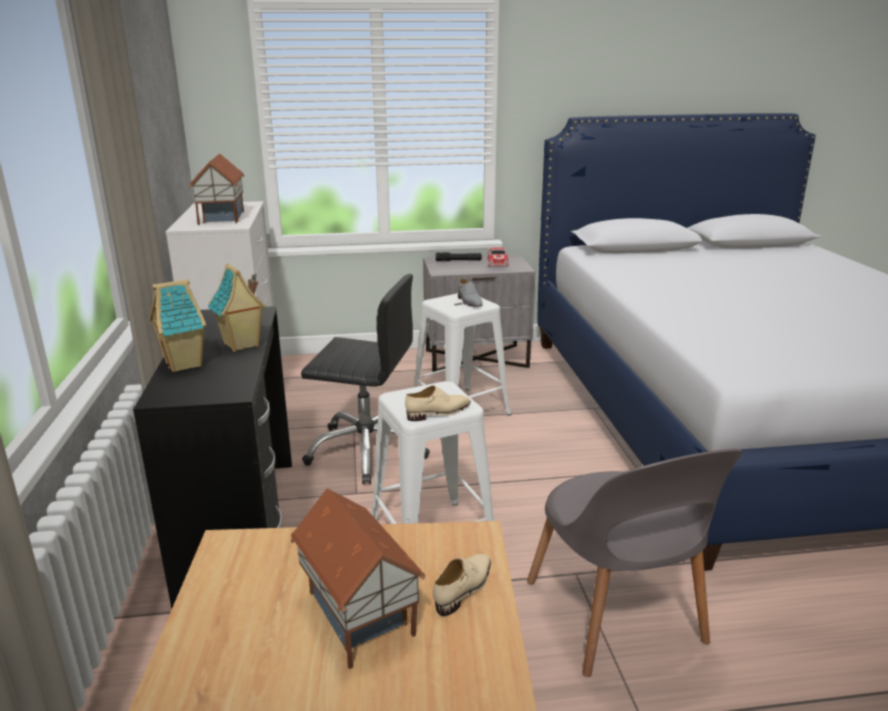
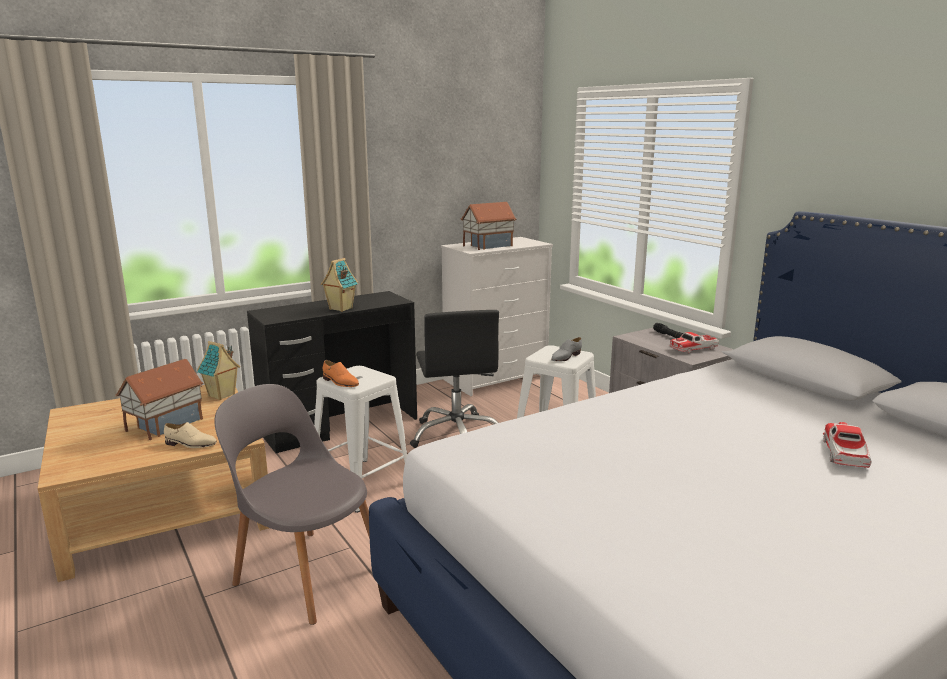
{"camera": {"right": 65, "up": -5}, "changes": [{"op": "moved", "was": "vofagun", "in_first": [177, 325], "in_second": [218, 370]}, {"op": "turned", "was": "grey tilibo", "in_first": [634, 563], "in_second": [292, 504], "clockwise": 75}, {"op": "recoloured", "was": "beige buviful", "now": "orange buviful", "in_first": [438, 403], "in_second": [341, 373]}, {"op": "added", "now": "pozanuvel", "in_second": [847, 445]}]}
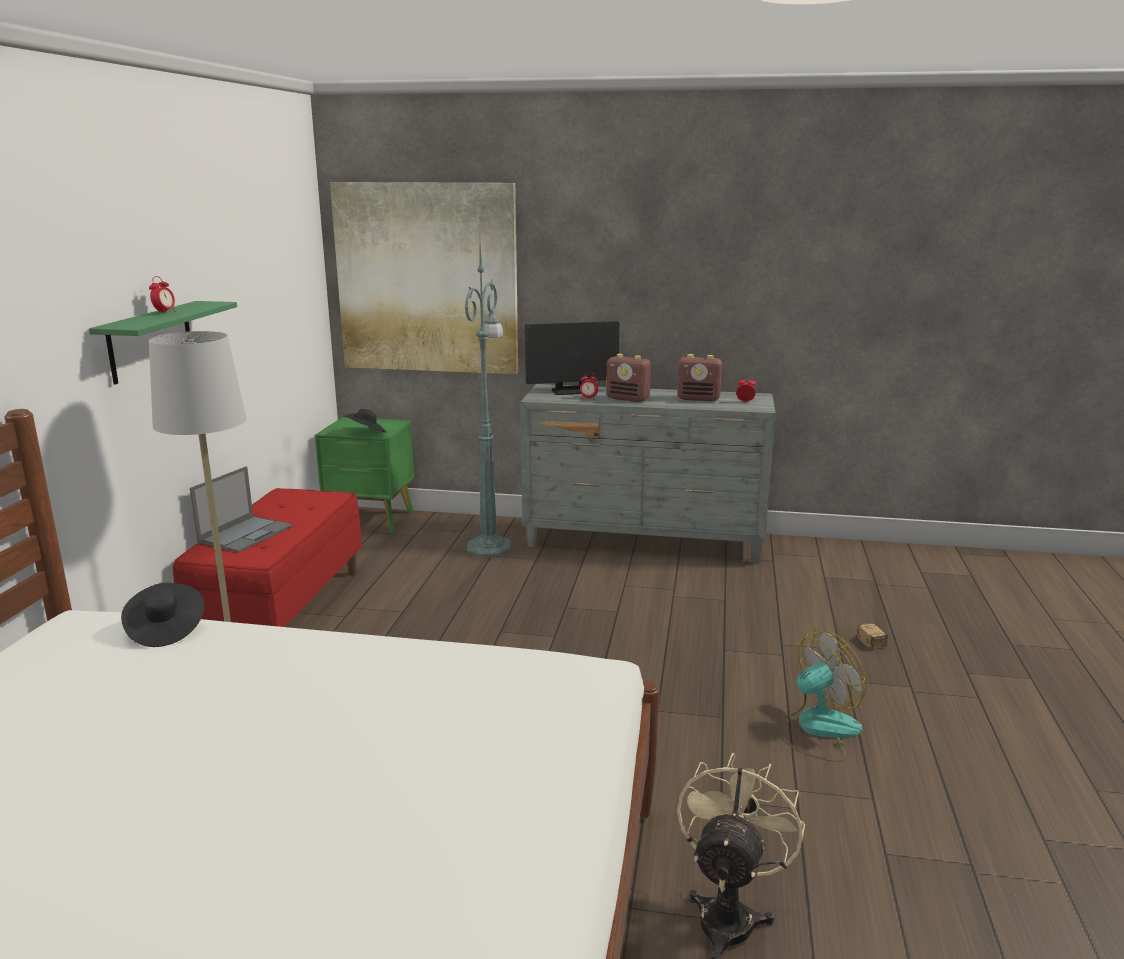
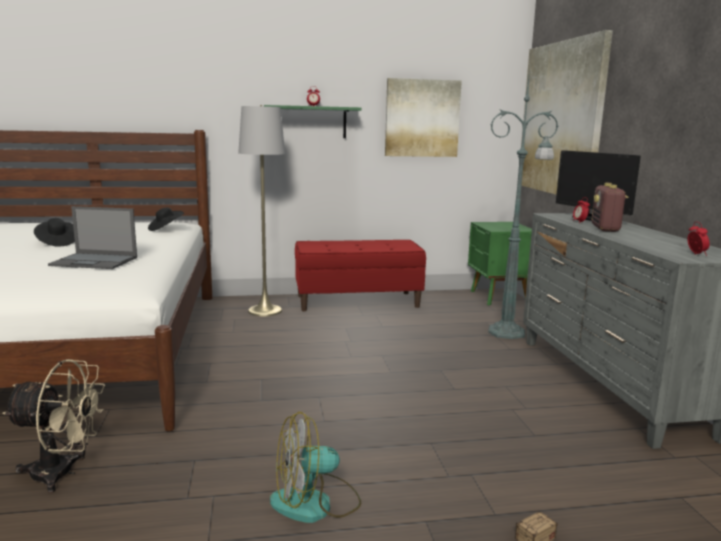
{"camera": {"right": 70, "up": -5}, "changes": [{"op": "moved", "was": "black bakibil", "in_first": [365, 421], "in_second": [54, 232]}, {"op": "moved", "was": "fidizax", "in_first": [241, 509], "in_second": [92, 237]}, {"op": "turned", "was": "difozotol", "in_first": [821, 695], "in_second": [315, 467], "clockwise": 120}, {"op": "added", "now": "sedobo", "in_second": [423, 117]}, {"op": "removed", "was": "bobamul", "in_first": [699, 377]}]}
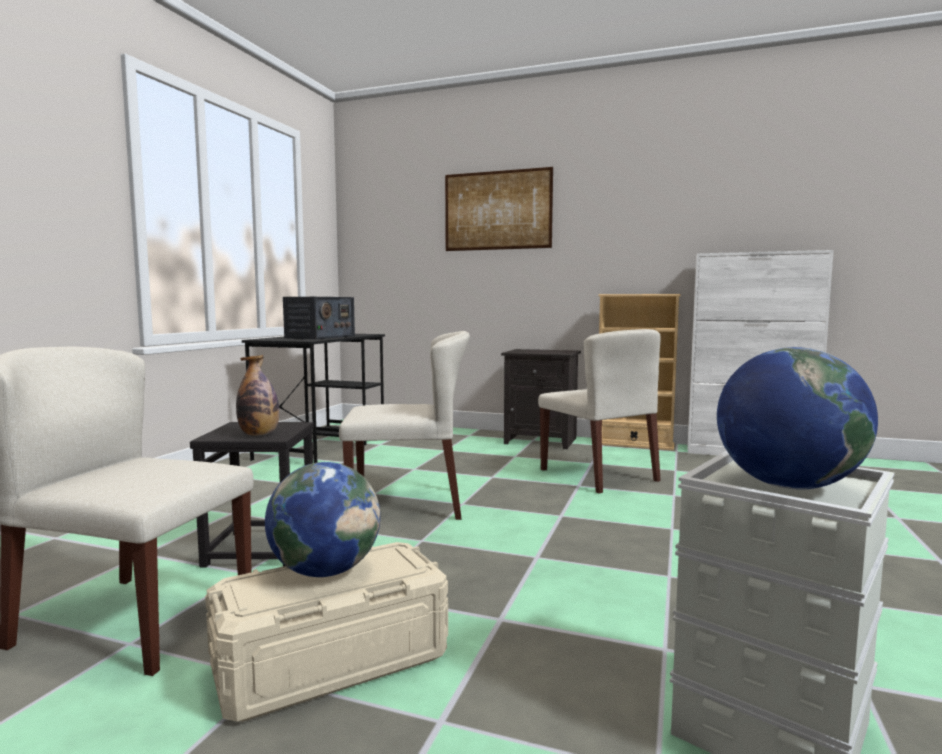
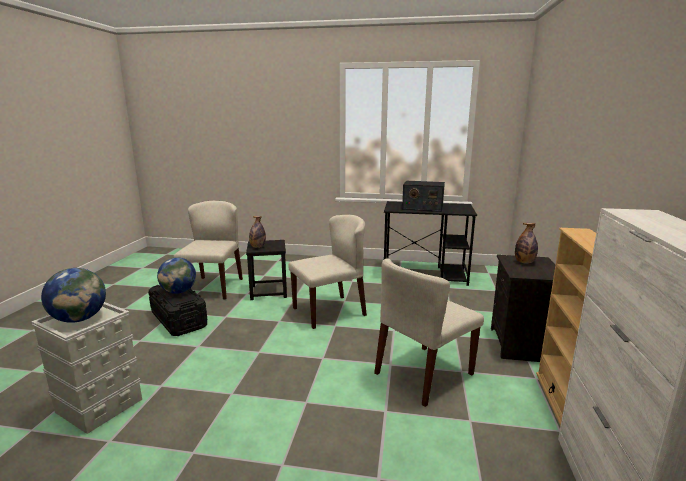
{"camera": {"right": 80, "up": 10}, "changes": [{"op": "recoloured", "was": "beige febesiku", "now": "black febesiku", "in_first": [326, 632], "in_second": [177, 310]}, {"op": "turned", "was": "beige tilibo", "in_first": [404, 425], "in_second": [327, 272], "clockwise": -105}, {"op": "added", "now": "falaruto", "in_second": [526, 243]}, {"op": "removed", "was": "sedobo", "in_first": [499, 209]}]}
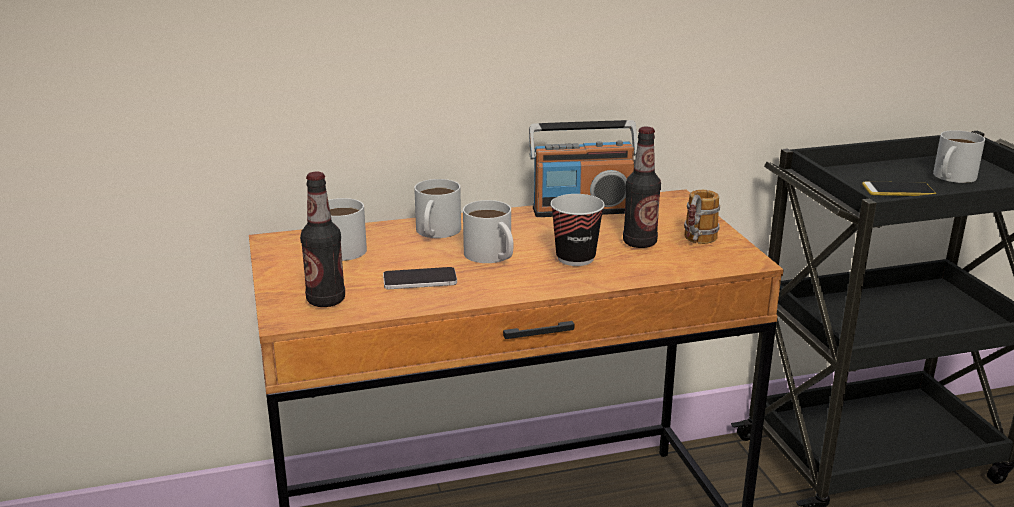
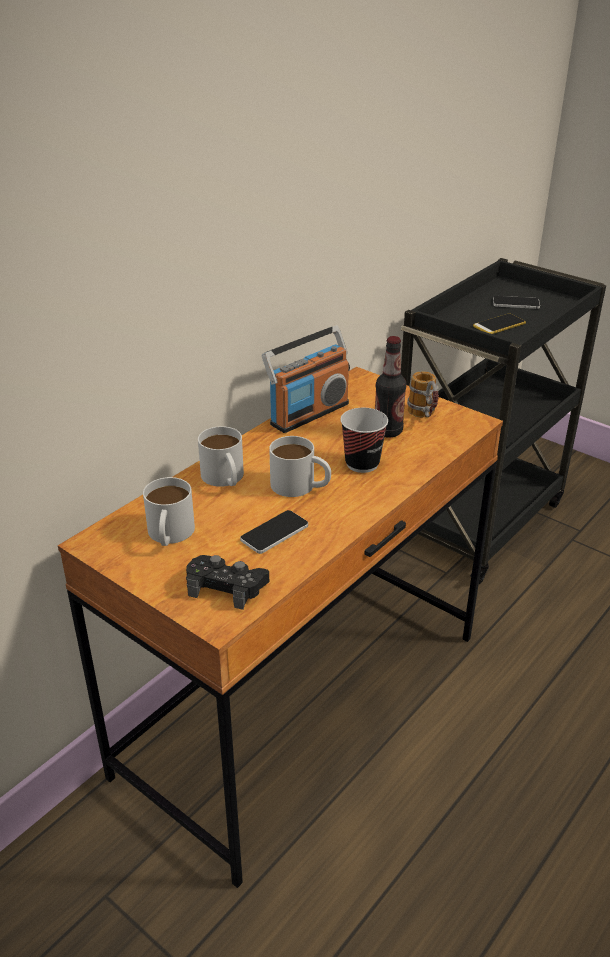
{"camera": {"right": -35, "up": 10}, "changes": [{"op": "replaced", "was": "falaruto", "now": "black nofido", "in_first": [322, 239], "in_second": [227, 582]}, {"op": "replaced", "was": "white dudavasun", "now": "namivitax", "in_first": [959, 156], "in_second": [516, 302]}]}
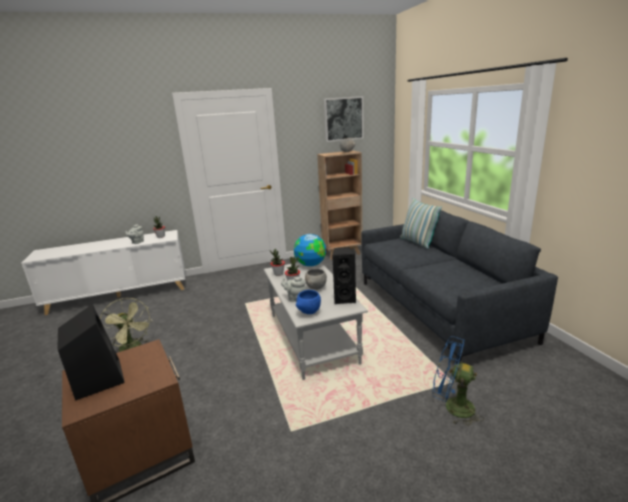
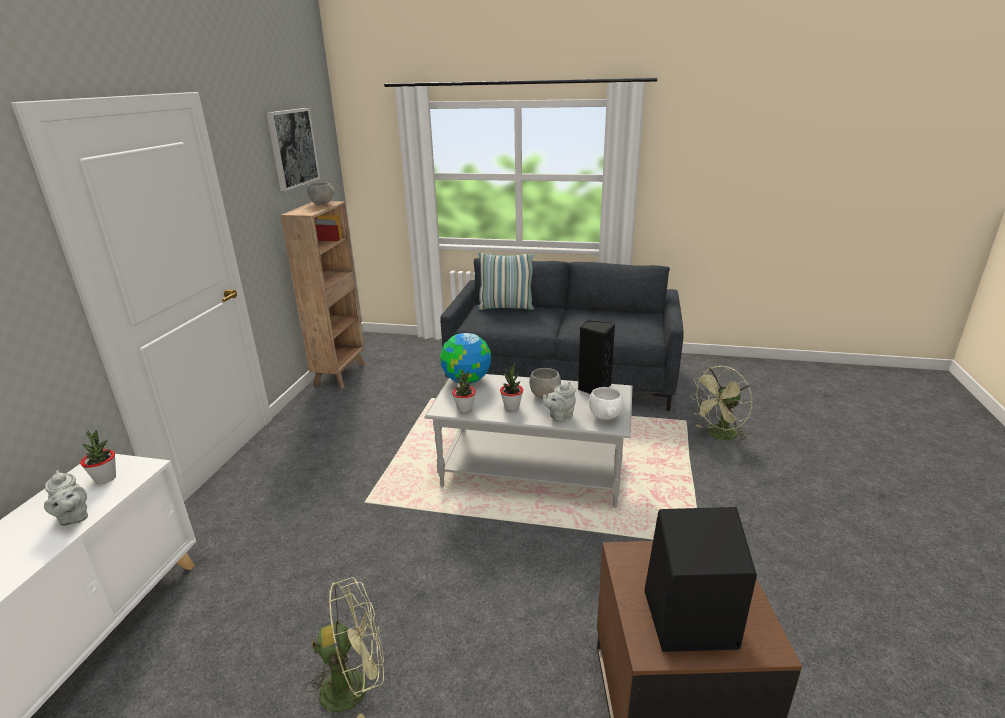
{"camera": {"right": -60, "up": 5}, "changes": [{"op": "recoloured", "was": "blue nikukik", "now": "white nikukik", "in_first": [308, 302], "in_second": [606, 403]}, {"op": "recoloured", "was": "blue difozotol", "now": "green difozotol", "in_first": [458, 381], "in_second": [721, 405]}]}
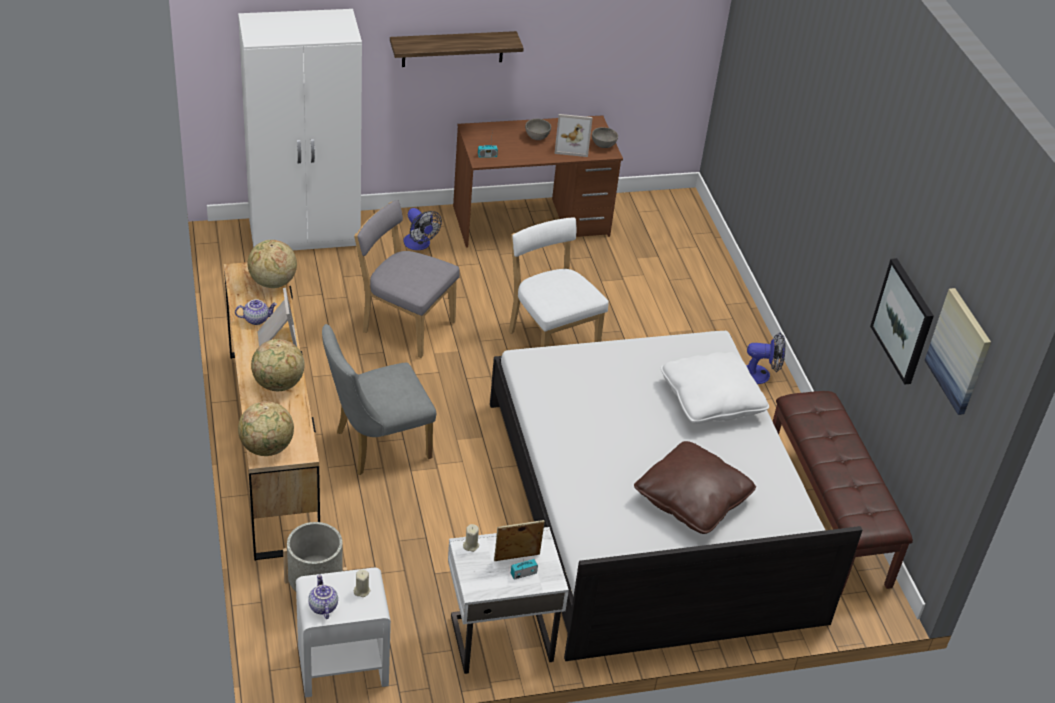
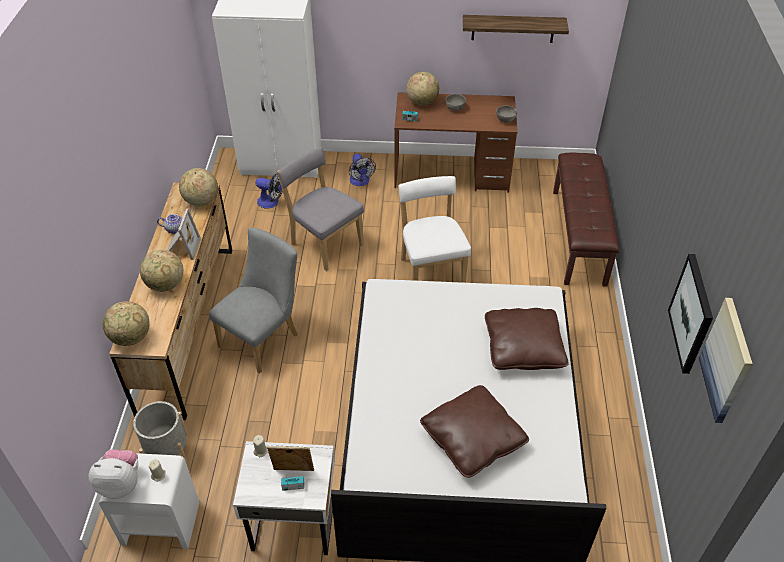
{"camera": {"right": 20, "up": 5}, "changes": [{"op": "replaced", "was": "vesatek", "now": "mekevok", "in_first": [323, 596], "in_second": [114, 474]}, {"op": "turned", "was": "grey tilibo", "in_first": [379, 399], "in_second": [253, 301], "clockwise": 135}, {"op": "moved", "was": "difozotol", "in_first": [766, 358], "in_second": [269, 191]}, {"op": "added", "now": "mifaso", "in_second": [422, 89]}, {"op": "moved", "was": "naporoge", "in_first": [457, 49], "in_second": [516, 29]}, {"op": "recoloured", "was": "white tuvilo", "now": "brown tuvilo", "in_first": [715, 388], "in_second": [527, 339]}, {"op": "moved", "was": "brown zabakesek", "in_first": [843, 493], "in_second": [586, 220]}, {"op": "removed", "was": "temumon", "in_first": [574, 135]}]}
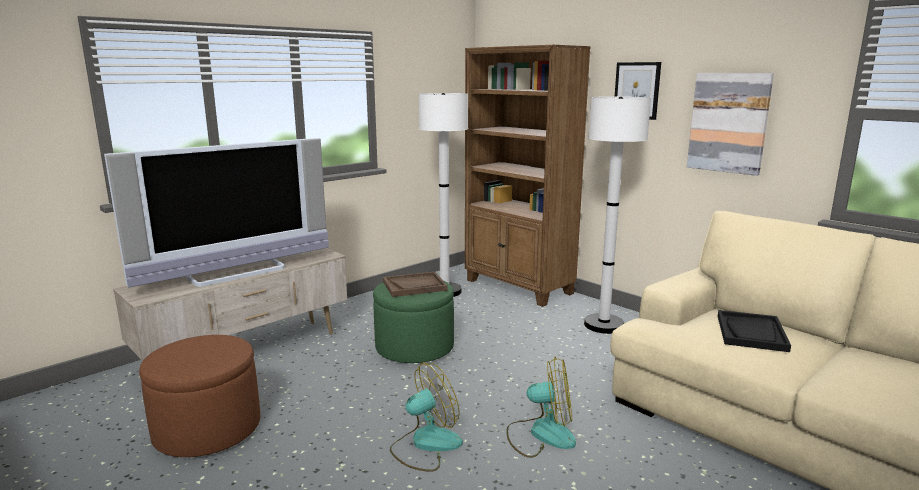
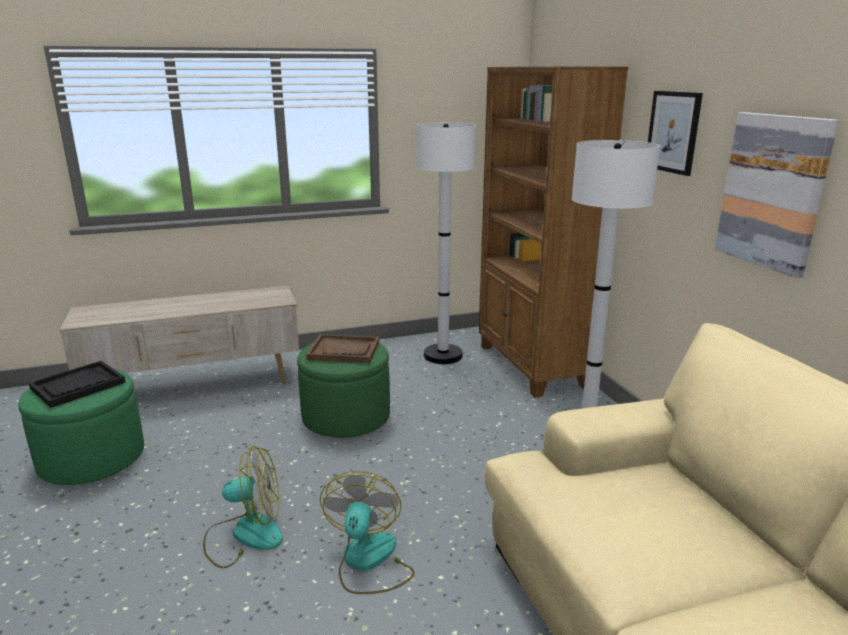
{"camera": {"right": 25, "up": 5}, "changes": [{"op": "recoloured", "was": "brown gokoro", "now": "green gokoro", "in_first": [199, 396], "in_second": [81, 427]}, {"op": "moved", "was": "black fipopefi", "in_first": [754, 331], "in_second": [77, 384]}, {"op": "turned", "was": "difozotol", "in_first": [541, 407], "in_second": [367, 532], "clockwise": -120}, {"op": "removed", "was": "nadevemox", "in_first": [216, 213]}]}
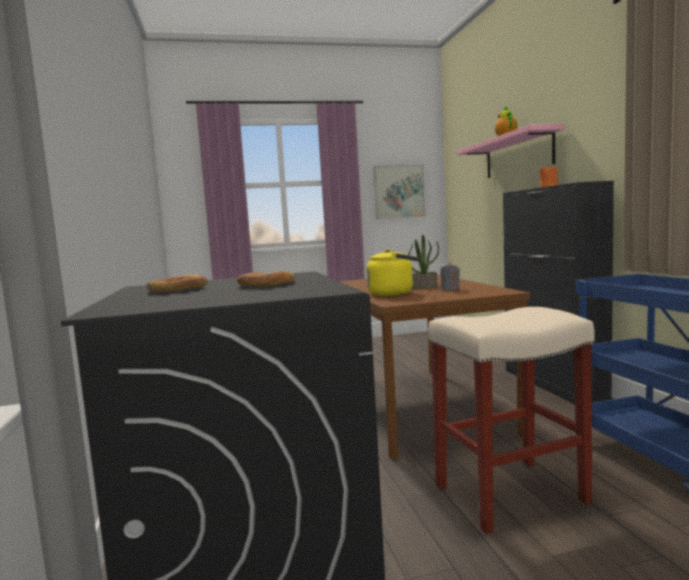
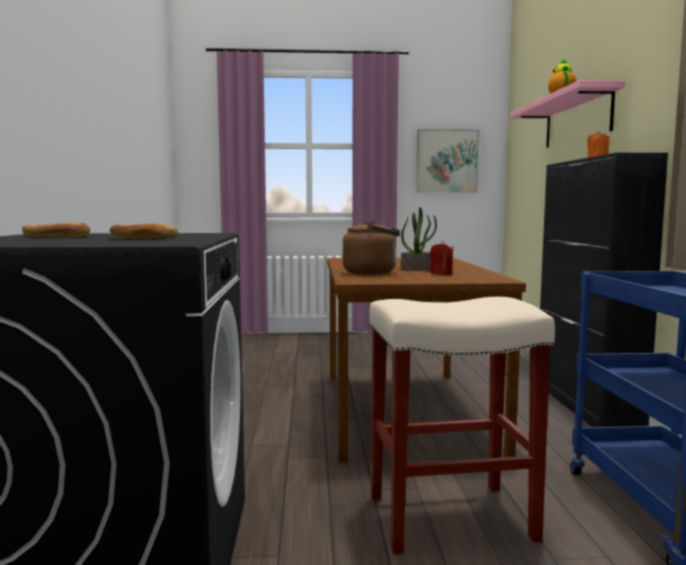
{"camera": {"right": 10, "up": 0}, "changes": [{"op": "recoloured", "was": "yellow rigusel", "now": "brown rigusel", "in_first": [392, 272], "in_second": [371, 247]}, {"op": "recoloured", "was": "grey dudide", "now": "red dudide", "in_first": [450, 276], "in_second": [442, 258]}]}
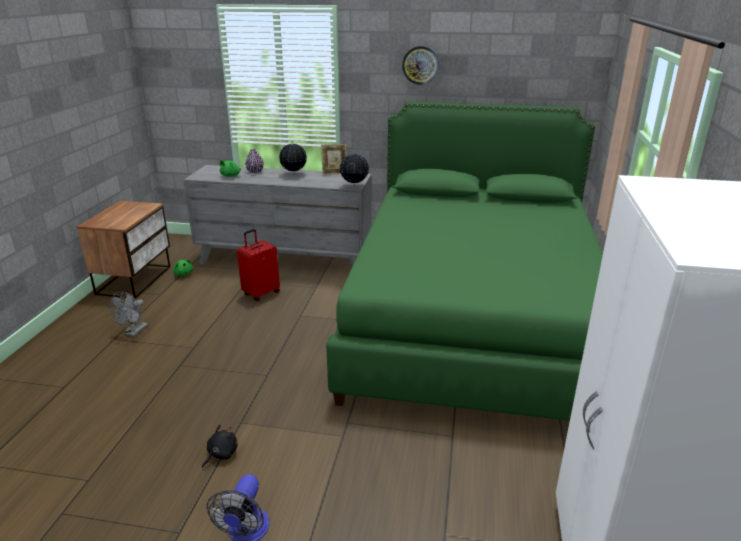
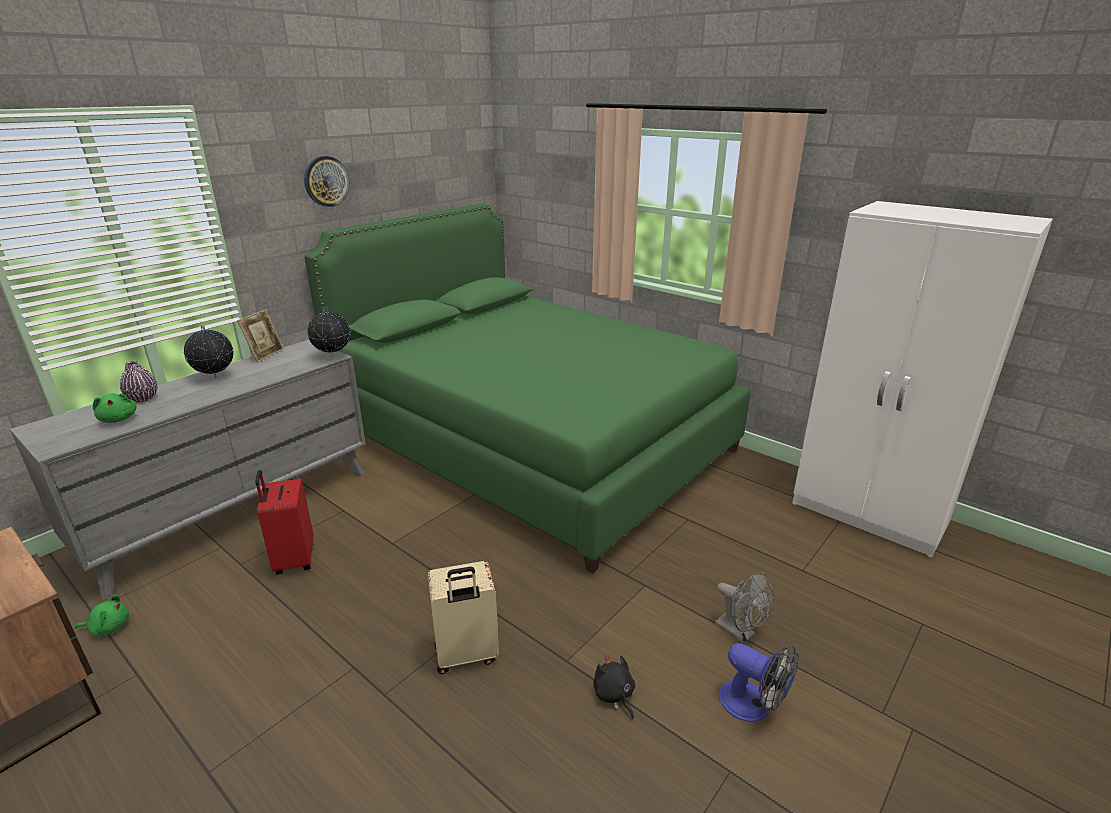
{"camera": {"right": -60, "up": 0}, "changes": [{"op": "added", "now": "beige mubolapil", "in_second": [463, 617]}, {"op": "moved", "was": "grey difozotol", "in_first": [129, 314], "in_second": [744, 608]}]}
